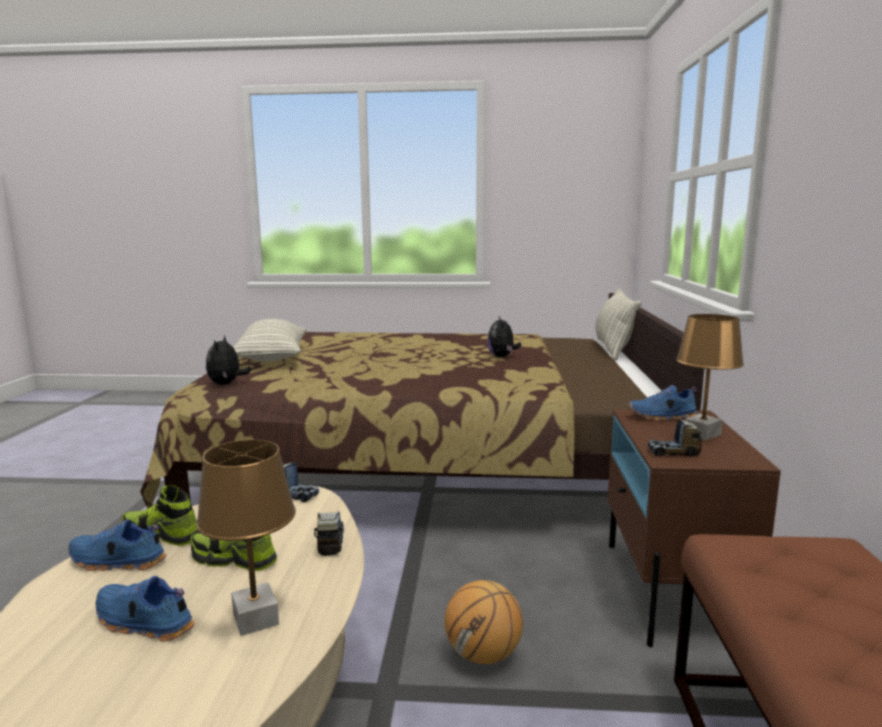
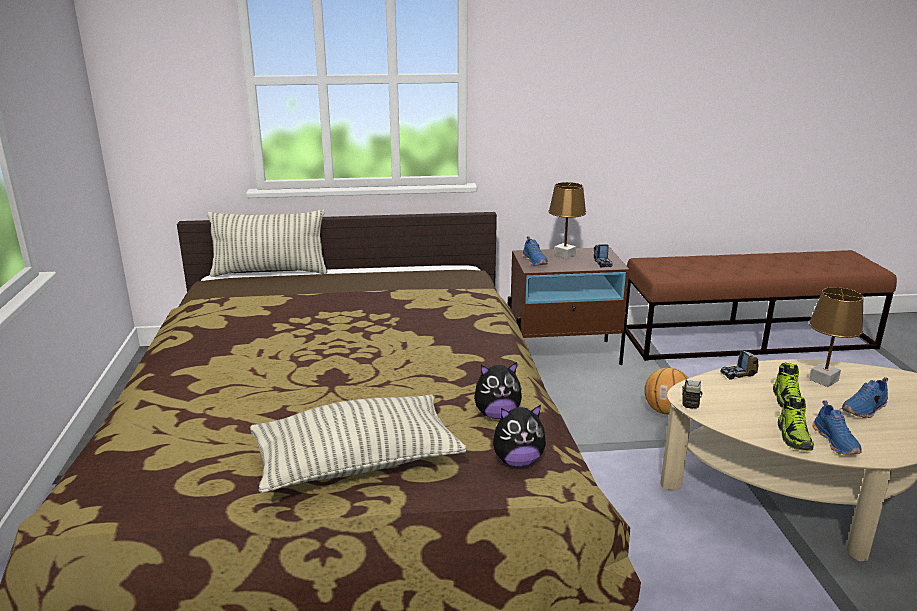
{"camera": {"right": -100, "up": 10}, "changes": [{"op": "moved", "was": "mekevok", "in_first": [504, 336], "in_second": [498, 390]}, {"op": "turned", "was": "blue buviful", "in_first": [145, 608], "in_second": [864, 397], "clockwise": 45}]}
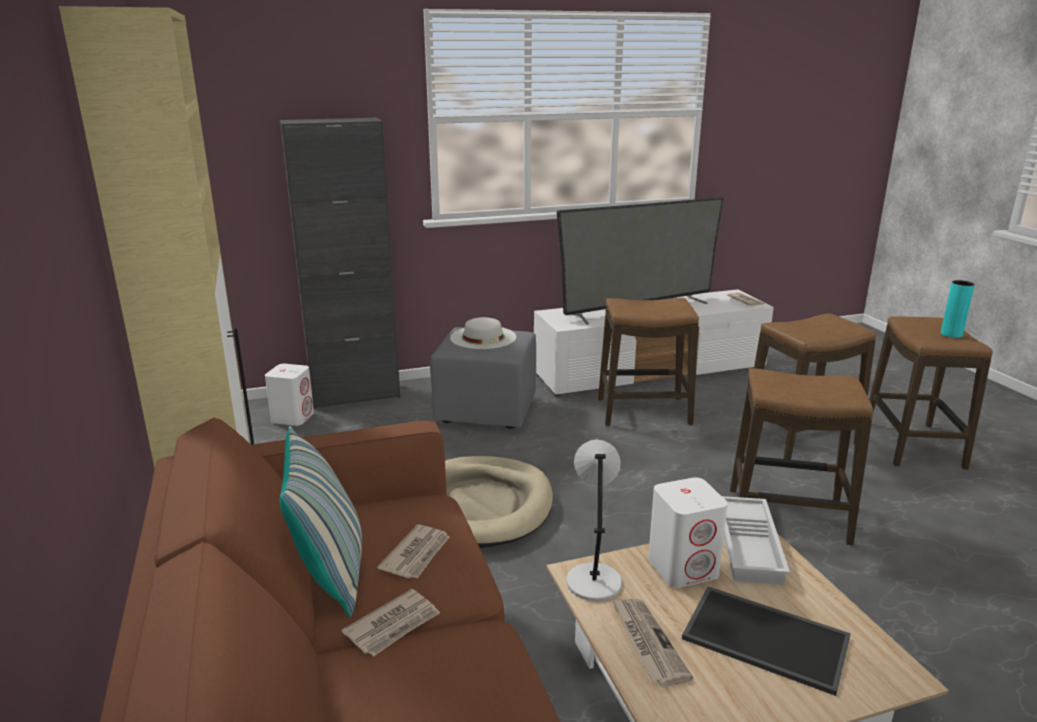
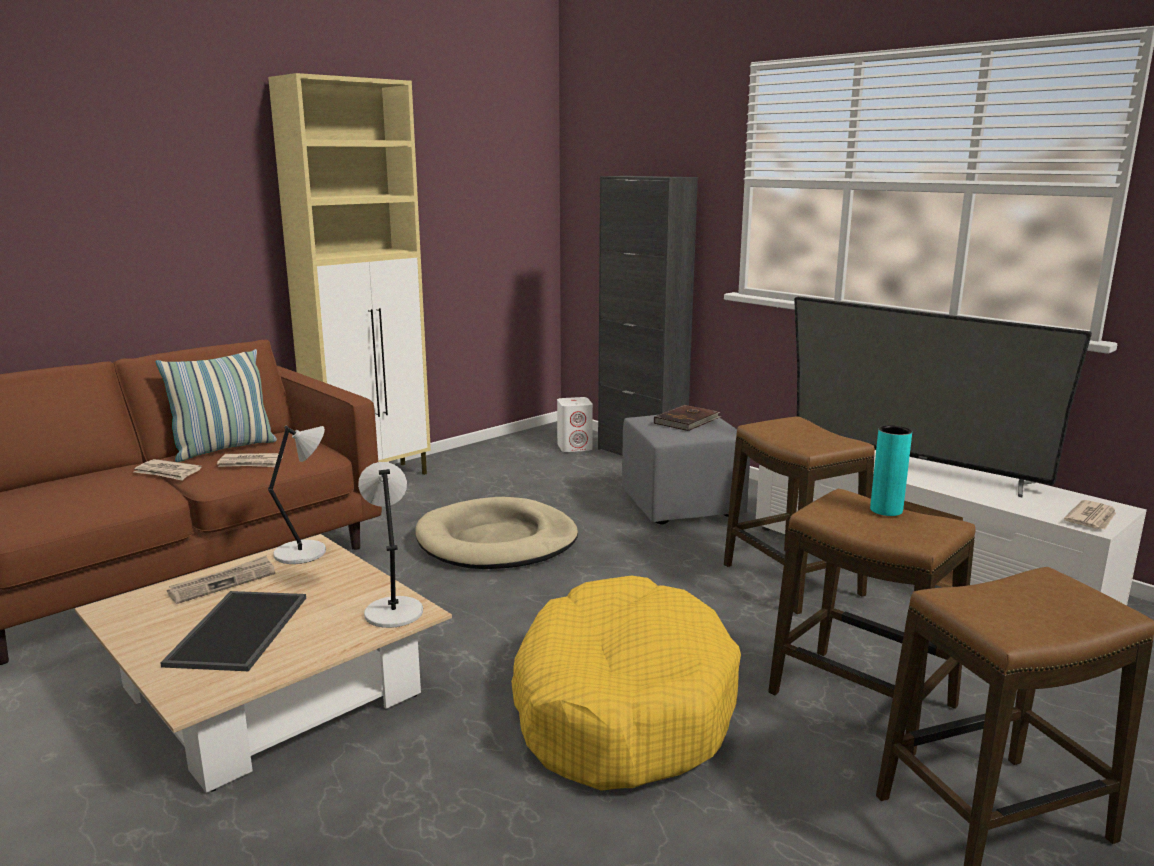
{"camera": {"right": 65, "up": -5}, "changes": [{"op": "replaced", "was": "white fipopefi", "now": "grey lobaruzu", "in_first": [756, 540], "in_second": [390, 545]}, {"op": "replaced", "was": "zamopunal", "now": "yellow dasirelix", "in_first": [801, 456], "in_second": [626, 683]}, {"op": "replaced", "was": "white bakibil", "now": "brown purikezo", "in_first": [483, 333], "in_second": [688, 418]}, {"op": "moved", "was": "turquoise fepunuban", "in_first": [958, 309], "in_second": [891, 470]}, {"op": "removed", "was": "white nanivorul", "in_first": [688, 532]}]}
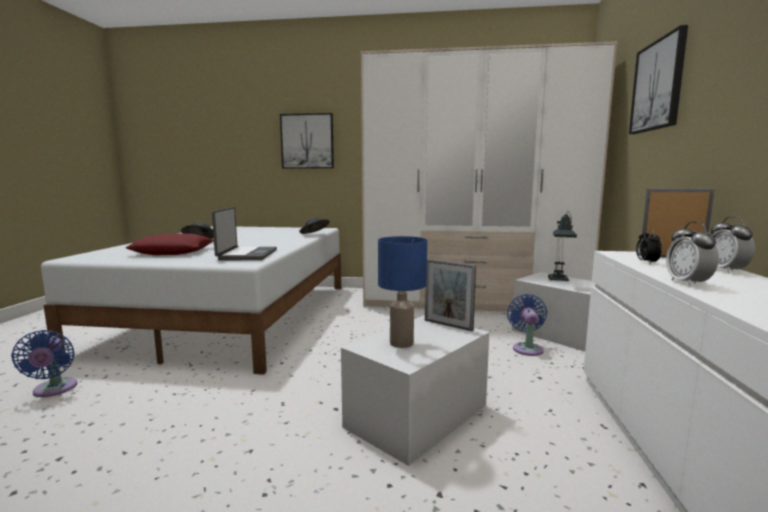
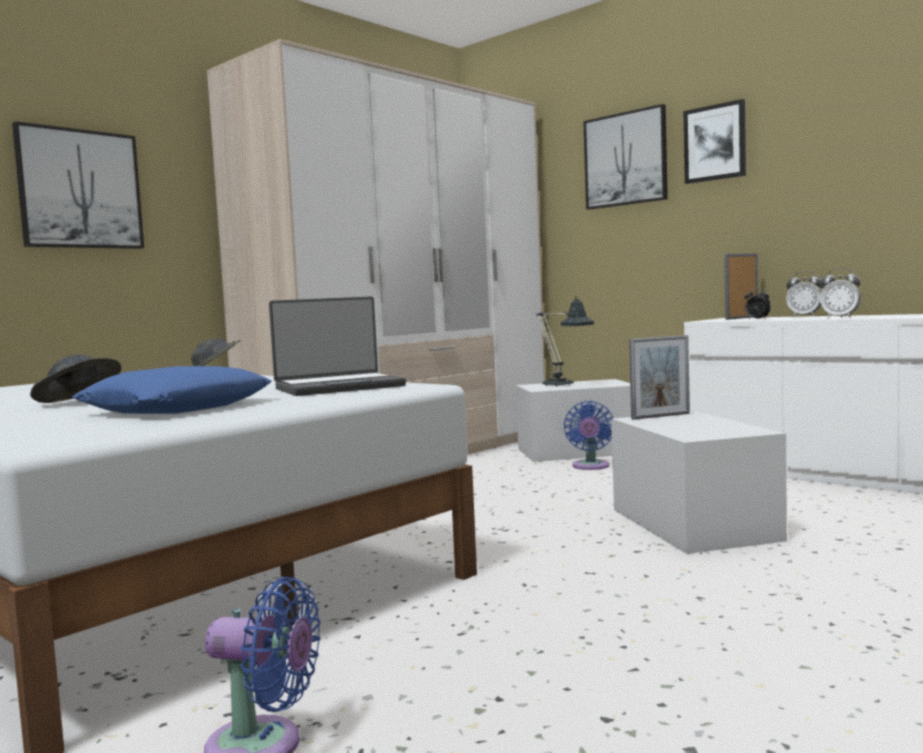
{"camera": {"right": -55, "up": -5}, "changes": [{"op": "recoloured", "was": "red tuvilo", "now": "blue tuvilo", "in_first": [170, 244], "in_second": [172, 390]}, {"op": "turned", "was": "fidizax", "in_first": [244, 233], "in_second": [337, 346], "clockwise": 120}, {"op": "turned", "was": "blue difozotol", "in_first": [527, 325], "in_second": [588, 435], "clockwise": -120}, {"op": "added", "now": "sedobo", "in_second": [714, 141]}, {"op": "removed", "was": "blue lobaruzu", "in_first": [402, 292]}]}
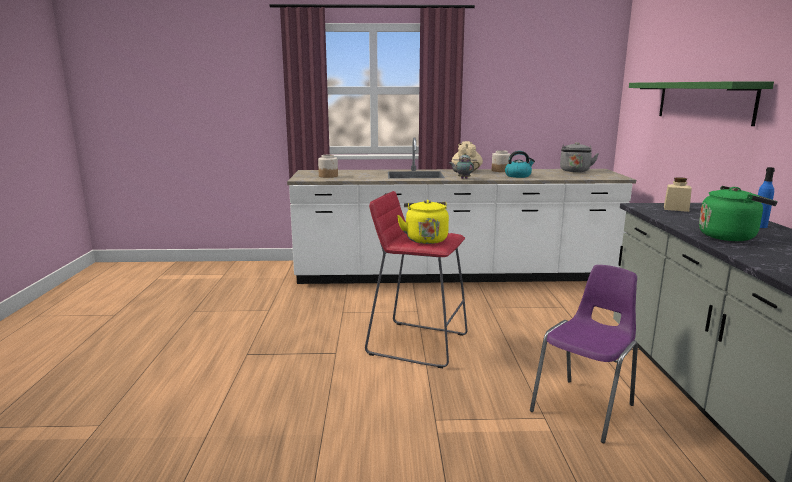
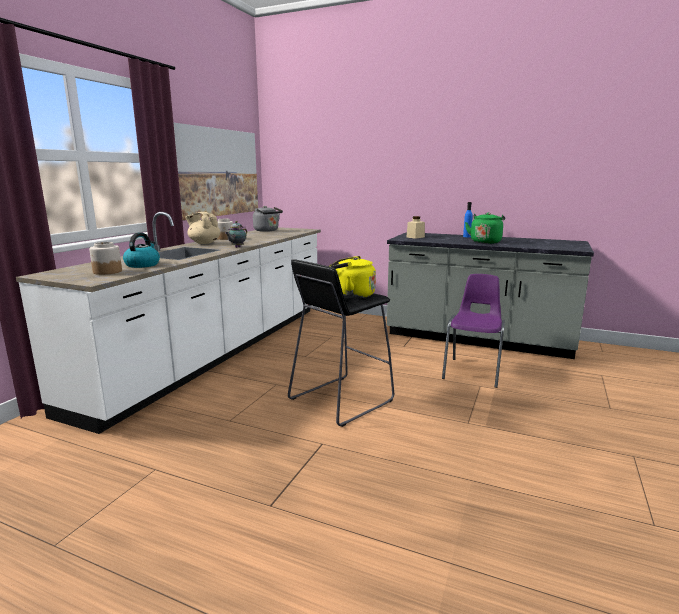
{"camera": {"right": -65, "up": 0}, "changes": [{"op": "moved", "was": "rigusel", "in_first": [520, 164], "in_second": [141, 250]}, {"op": "added", "now": "sedobo", "in_second": [216, 172]}, {"op": "recoloured", "was": "red zamopunal", "now": "black zamopunal", "in_first": [416, 279], "in_second": [341, 343]}, {"op": "turned", "was": "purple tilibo", "in_first": [584, 354], "in_second": [473, 331], "clockwise": 45}, {"op": "removed", "was": "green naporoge", "in_first": [701, 103]}]}
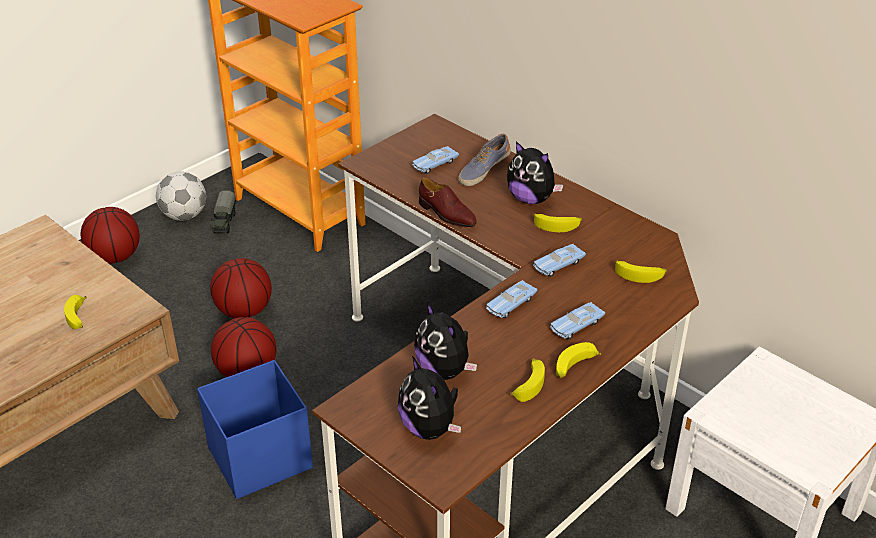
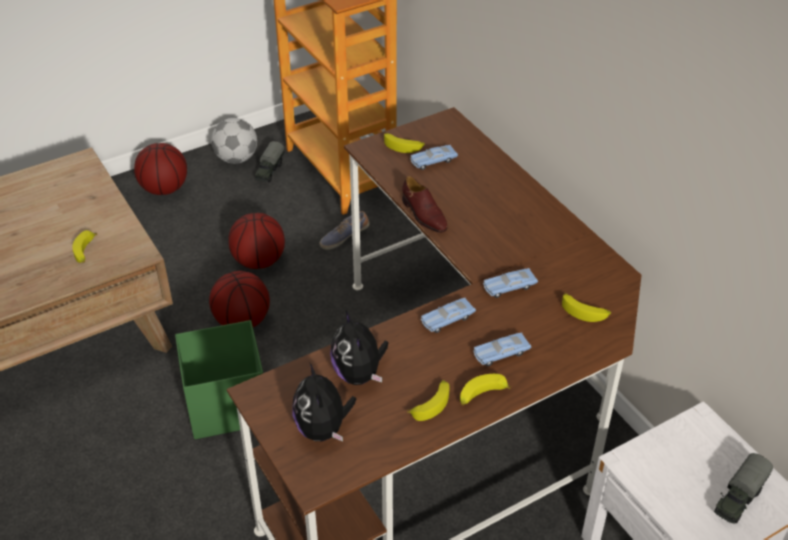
{"camera": {"right": 15, "up": 5}, "changes": [{"op": "recoloured", "was": "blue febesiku", "now": "green febesiku", "in_first": [255, 429], "in_second": [219, 379]}, {"op": "moved", "was": "buviful", "in_first": [484, 159], "in_second": [344, 230]}, {"op": "moved", "was": "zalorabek", "in_first": [557, 222], "in_second": [404, 143]}, {"op": "added", "now": "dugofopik", "in_second": [743, 488]}, {"op": "removed", "was": "mekevok", "in_first": [535, 172]}]}
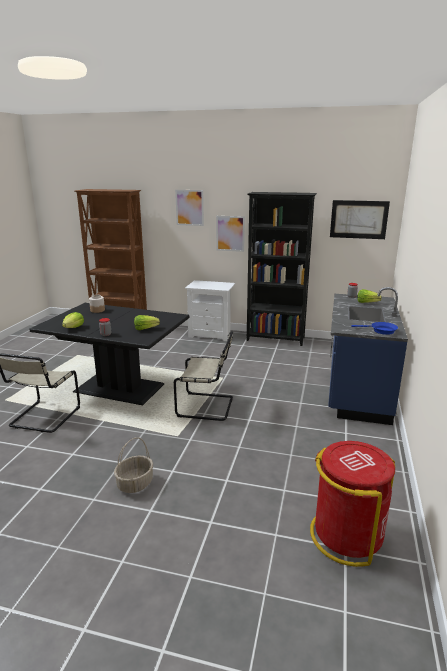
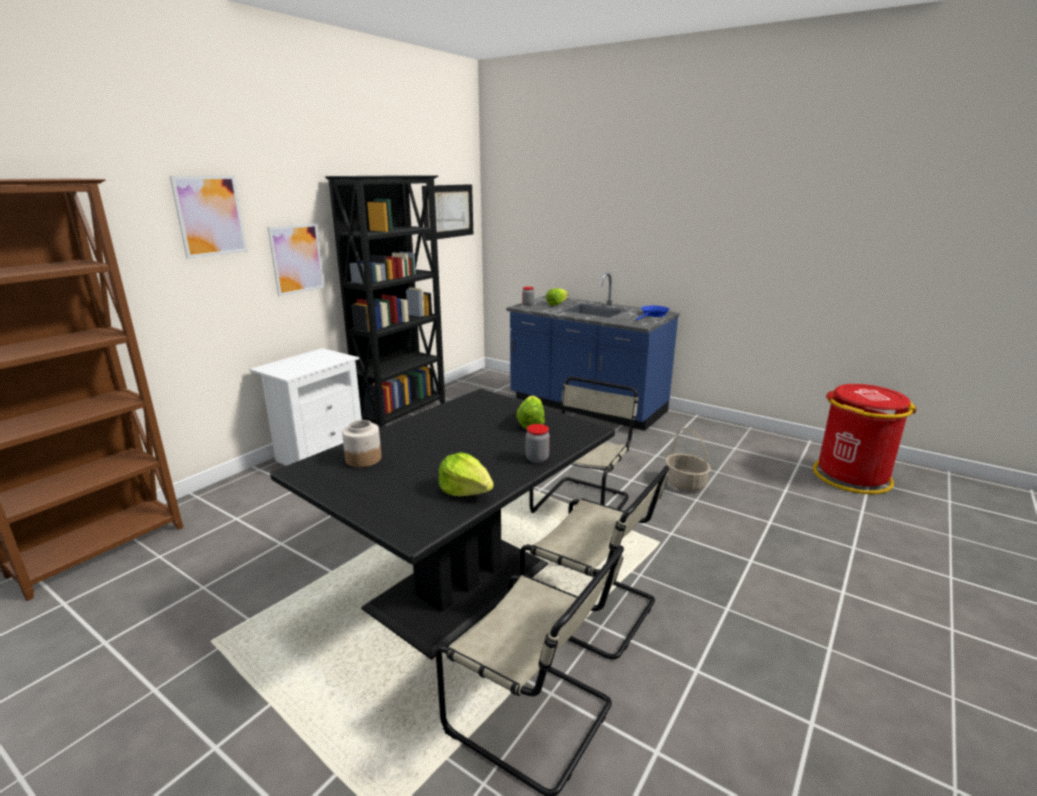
{"camera": {"right": -70, "up": 0}, "changes": [{"op": "added", "now": "beige tilibo", "in_second": [594, 563]}, {"op": "moved", "was": "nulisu", "in_first": [133, 465], "in_second": [688, 460]}]}
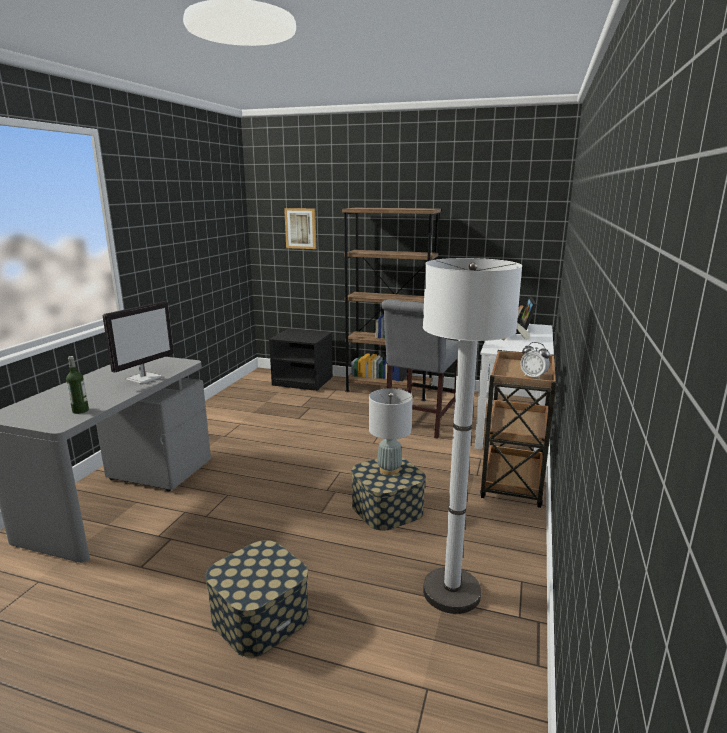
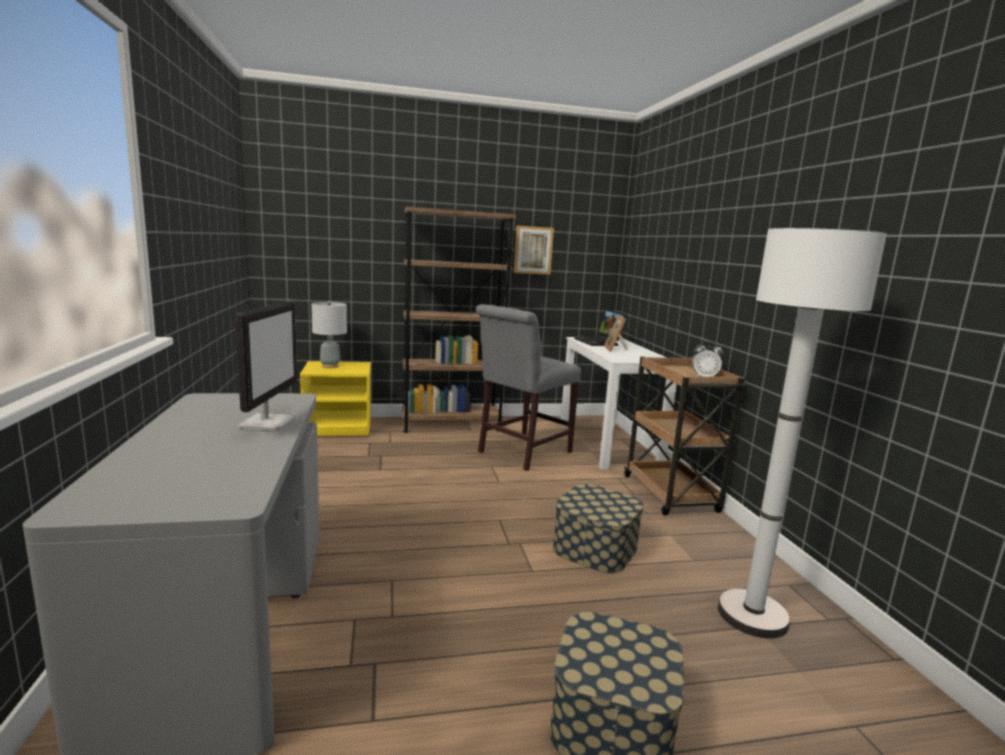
{"camera": {"right": -30, "up": -5}, "changes": [{"op": "recoloured", "was": "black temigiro", "now": "yellow temigiro", "in_first": [301, 360], "in_second": [335, 398]}, {"op": "moved", "was": "grey lobaruzu", "in_first": [391, 431], "in_second": [329, 334]}, {"op": "turned", "was": "grey tilibo", "in_first": [419, 369], "in_second": [528, 387], "clockwise": 45}, {"op": "moved", "was": "sedobo", "in_first": [300, 228], "in_second": [534, 250]}, {"op": "removed", "was": "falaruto", "in_first": [77, 385]}]}
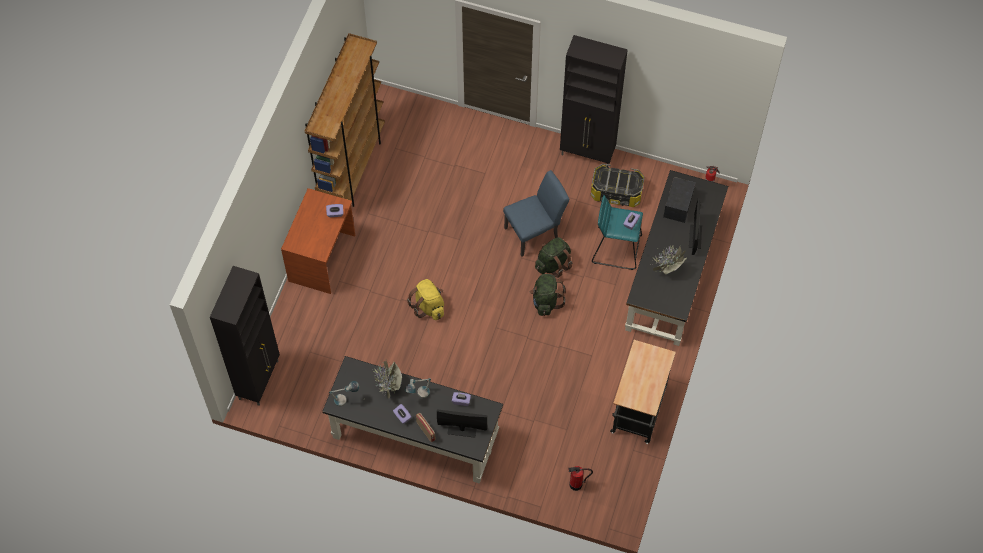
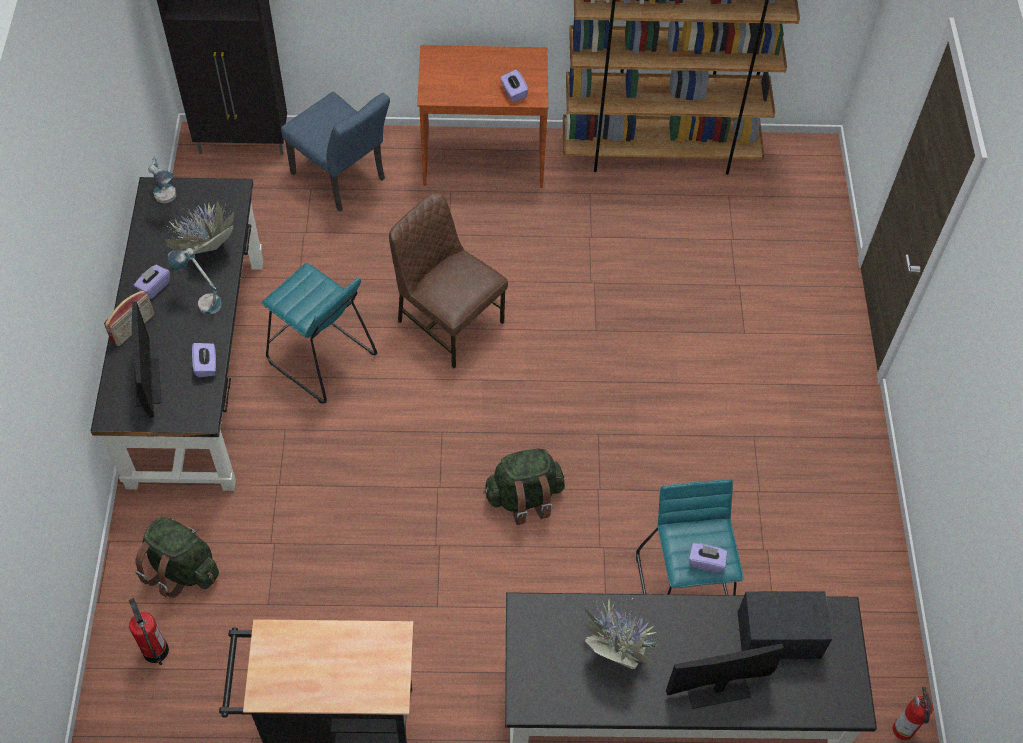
{"camera": {"right": 70, "up": -5}, "changes": [{"op": "moved", "was": "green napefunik", "in_first": [553, 257], "in_second": [177, 557]}, {"op": "added", "now": "turquoise zamopunal", "in_second": [319, 333]}, {"op": "moved", "was": "blue tilibo", "in_first": [536, 213], "in_second": [335, 152]}, {"op": "replaced", "was": "yellow napefunik", "now": "brown tilibo", "in_first": [425, 299], "in_second": [448, 280]}, {"op": "removed", "was": "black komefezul", "in_first": [594, 101]}, {"op": "removed", "was": "febesiku", "in_first": [618, 185]}]}
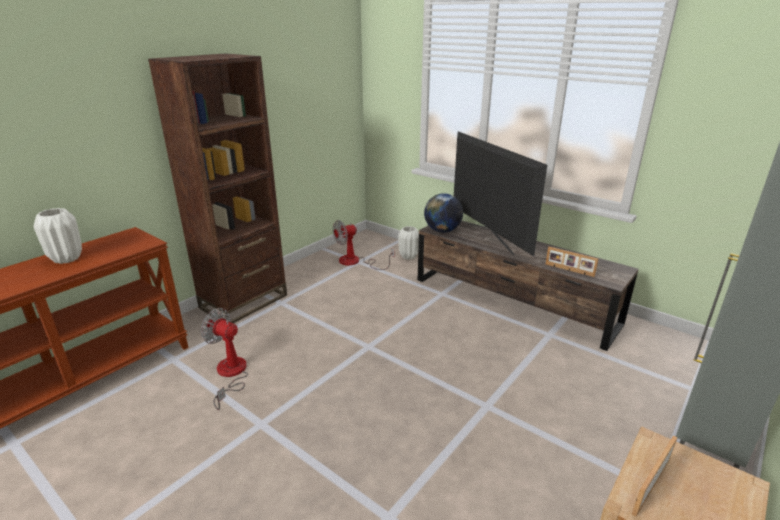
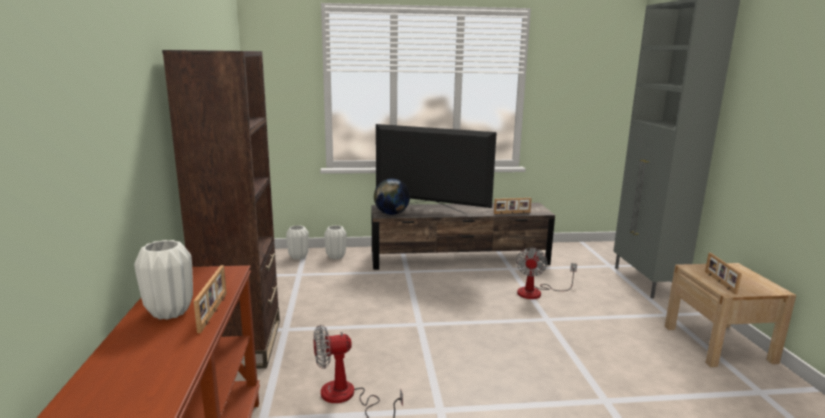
{"camera": {"right": -45, "up": -10}, "changes": [{"op": "added", "now": "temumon", "in_second": [210, 299]}, {"op": "added", "now": "white fepunuban", "in_second": [297, 242]}, {"op": "moved", "was": "difozotol", "in_first": [364, 245], "in_second": [546, 273]}]}
